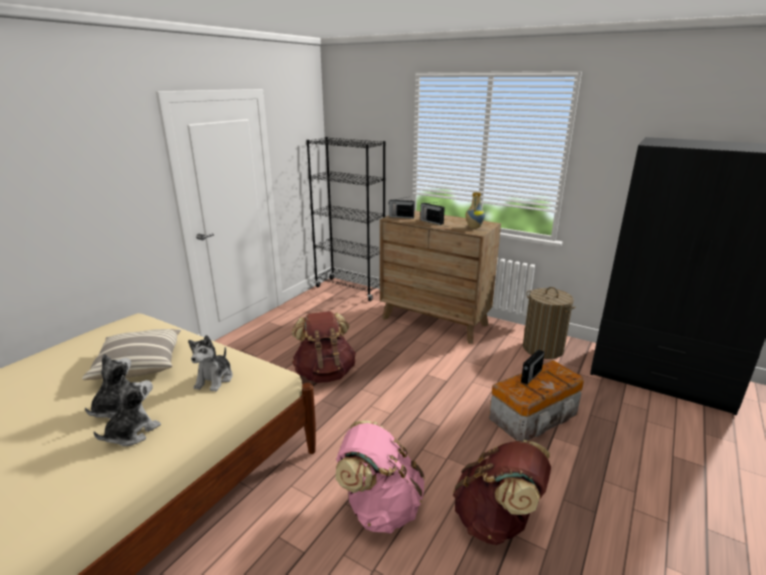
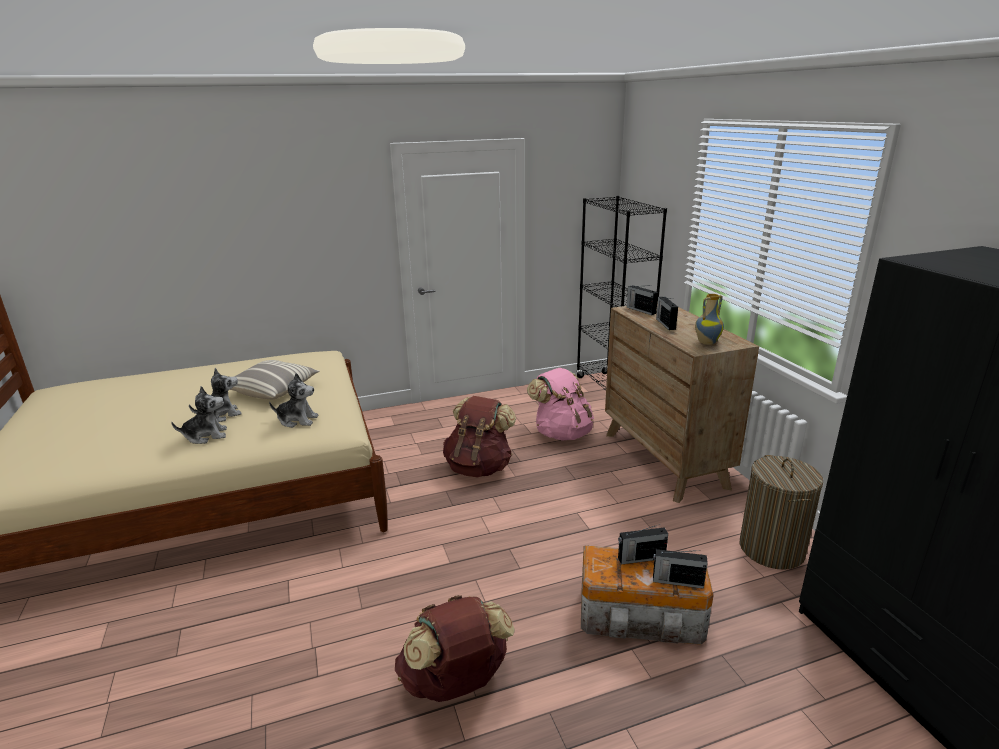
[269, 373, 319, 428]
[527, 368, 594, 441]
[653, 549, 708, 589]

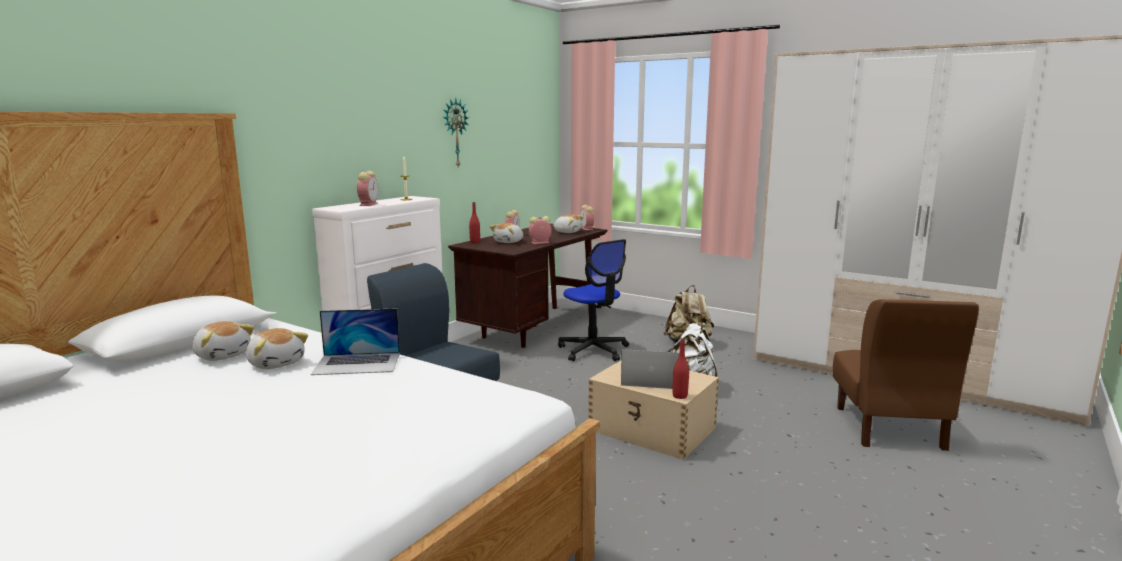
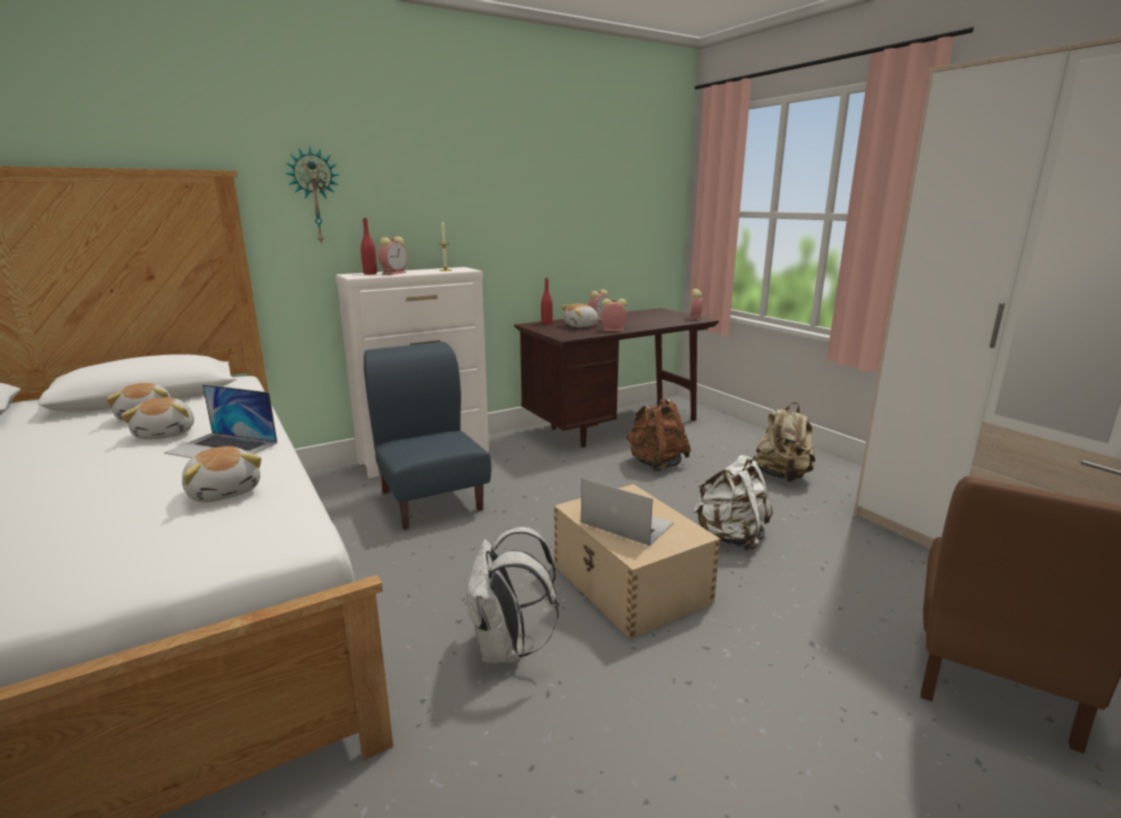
[182, 446, 261, 502]
[285, 146, 340, 244]
[361, 218, 377, 275]
[465, 527, 559, 664]
[626, 398, 691, 471]

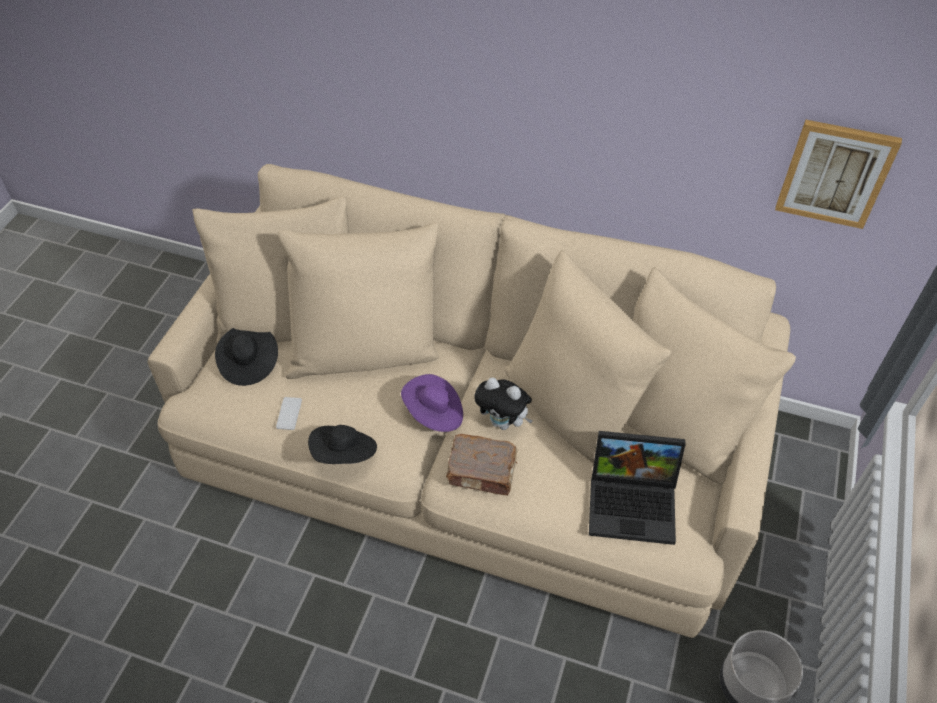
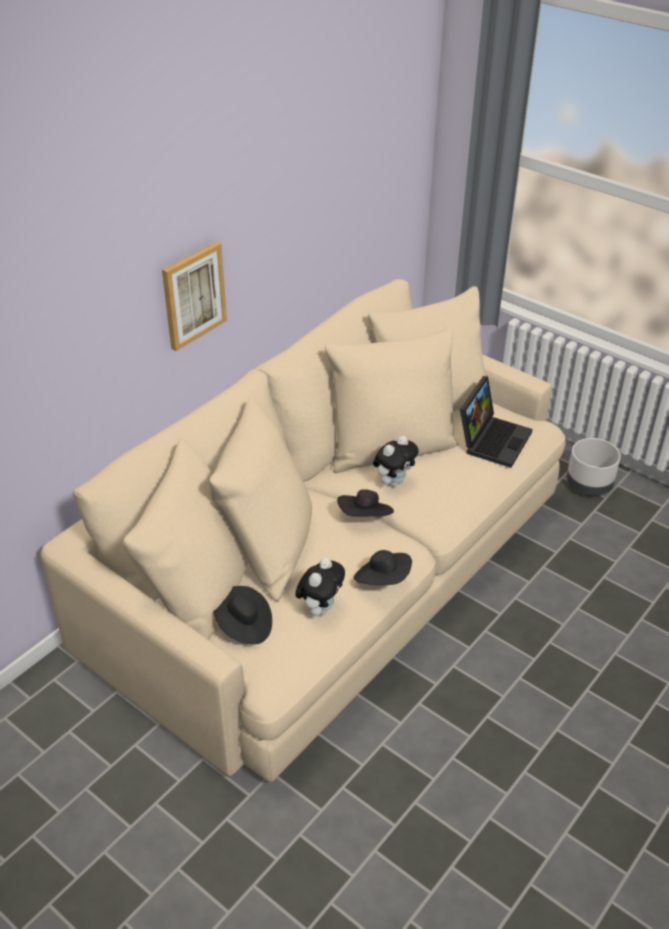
[162, 241, 227, 351]
[295, 557, 345, 616]
[337, 490, 394, 517]
[446, 434, 518, 496] (first image)

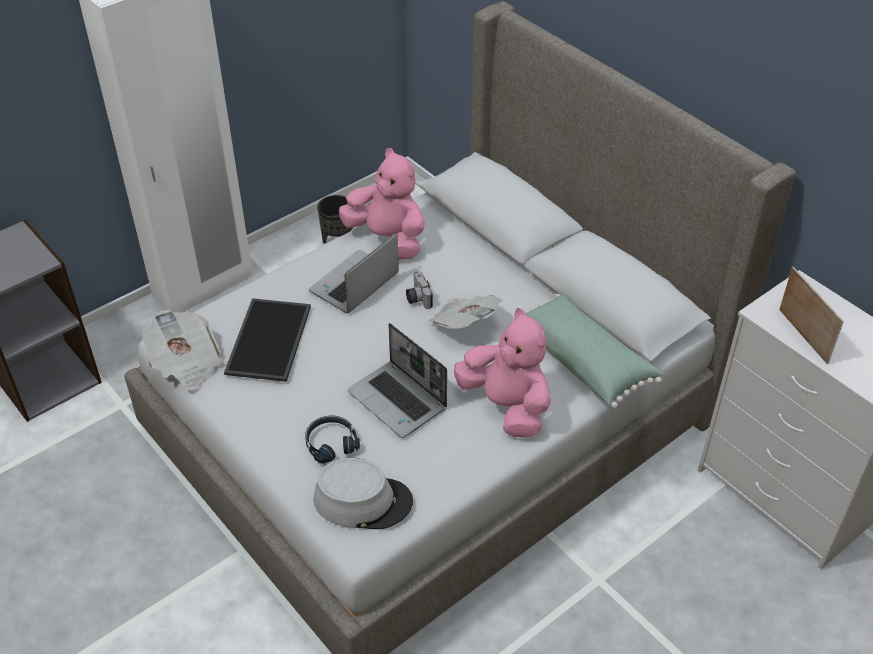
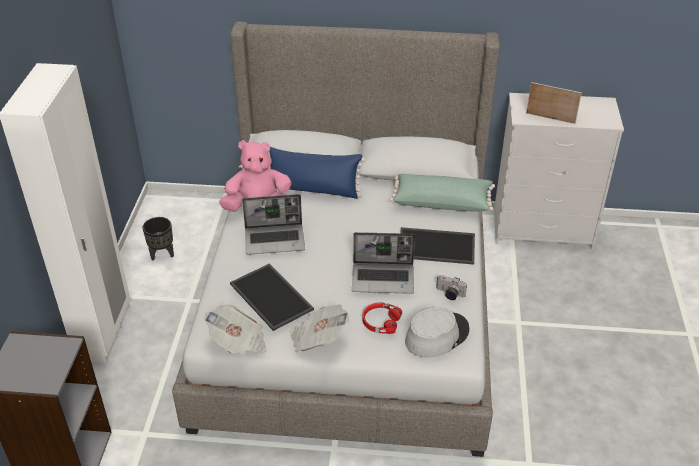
[242, 194, 305, 255]
[269, 147, 365, 199]
[289, 304, 349, 353]
[363, 303, 402, 334]
[400, 227, 475, 265]
[436, 275, 467, 300]

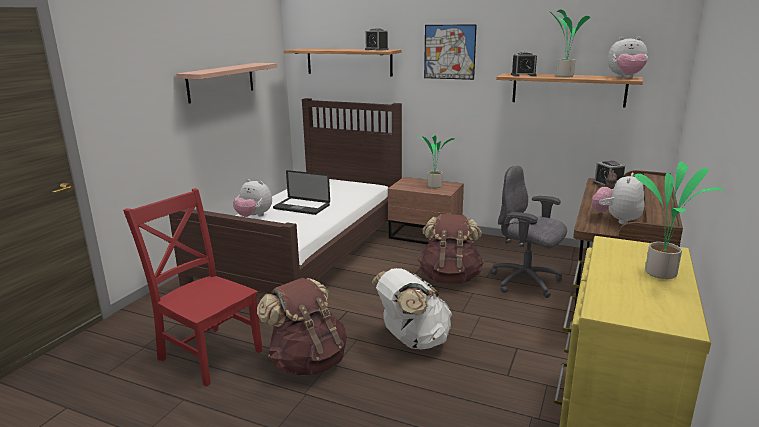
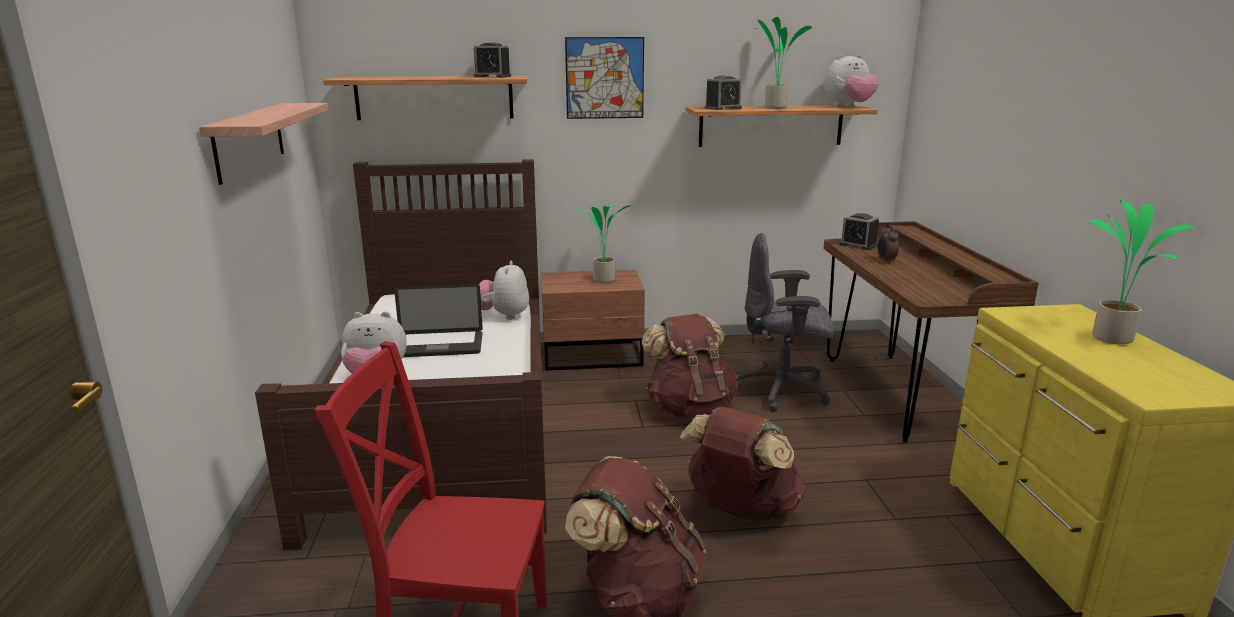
[479, 261, 529, 320]
[680, 407, 805, 522]

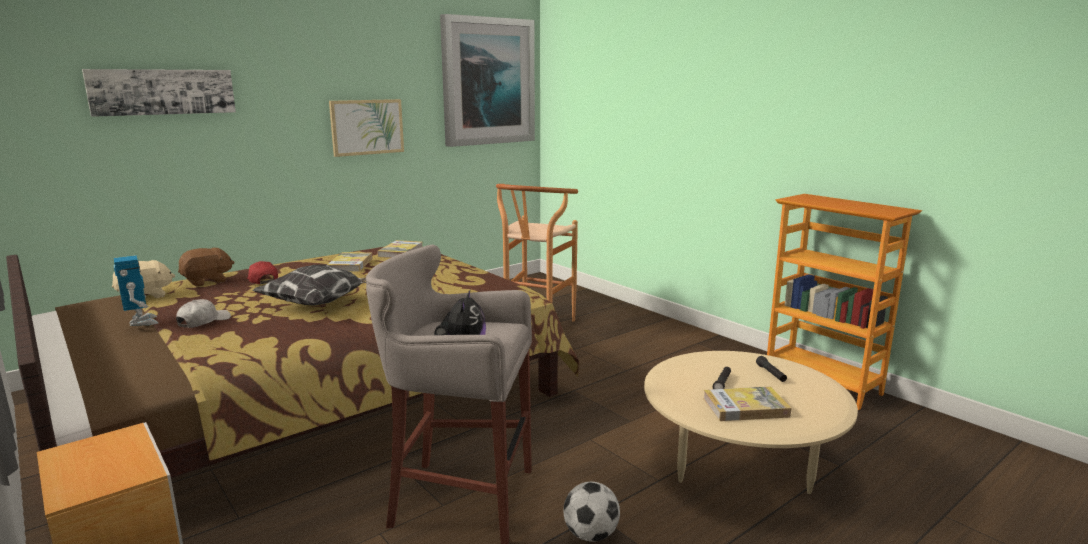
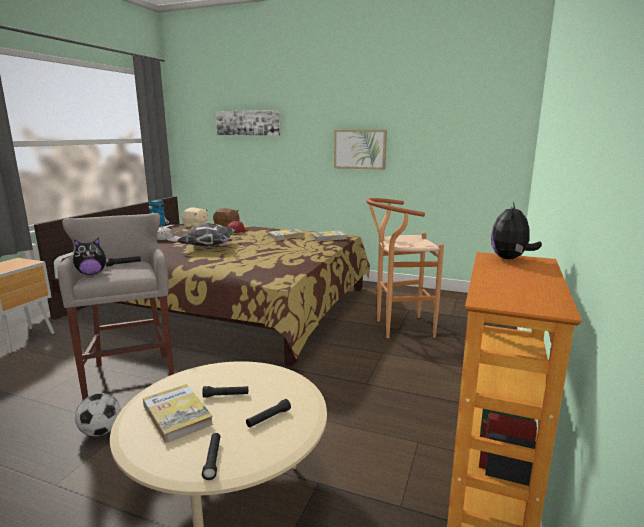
[202, 433, 221, 480]
[491, 202, 542, 259]
[440, 14, 535, 147] (first image)

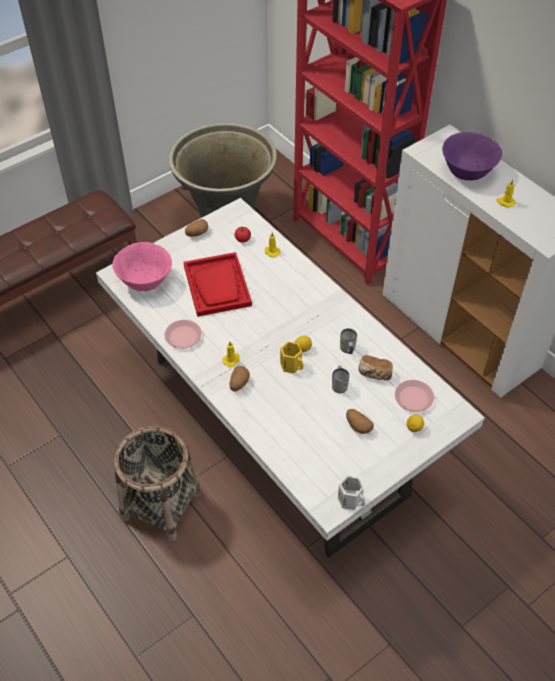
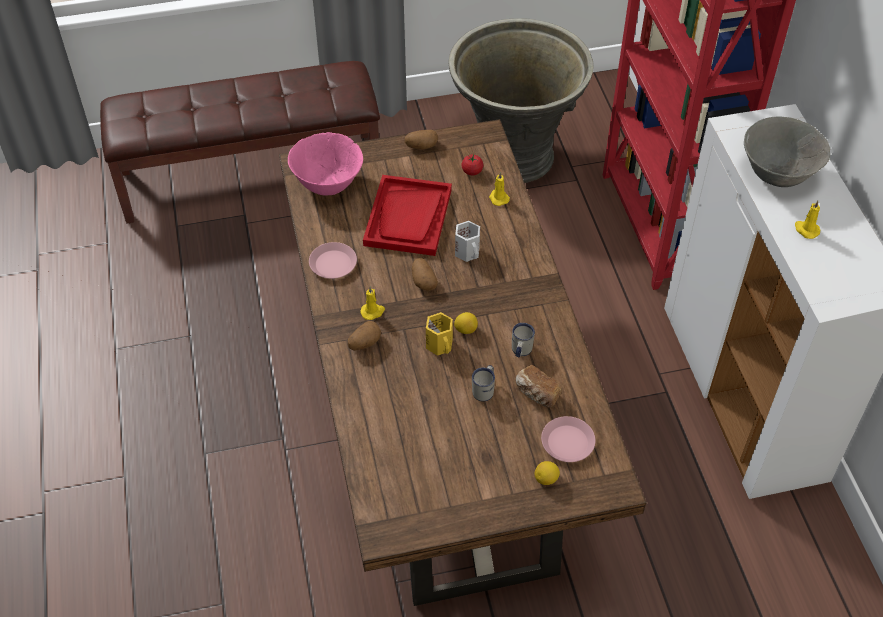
[279, 119, 647, 606]
[412, 258, 438, 291]
[455, 221, 480, 262]
[744, 116, 830, 187]
[114, 426, 201, 541] (first image)

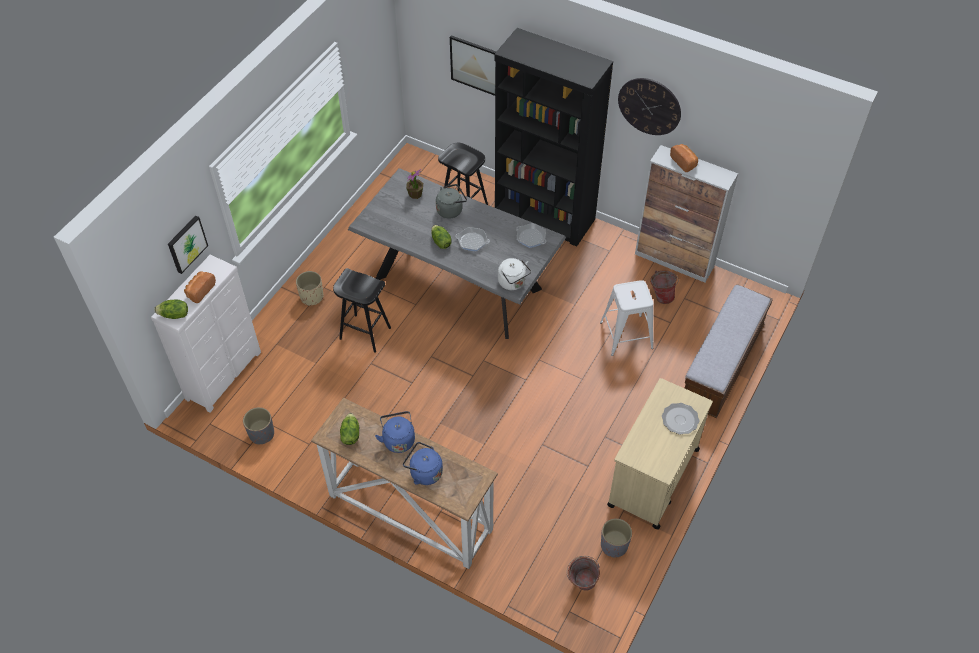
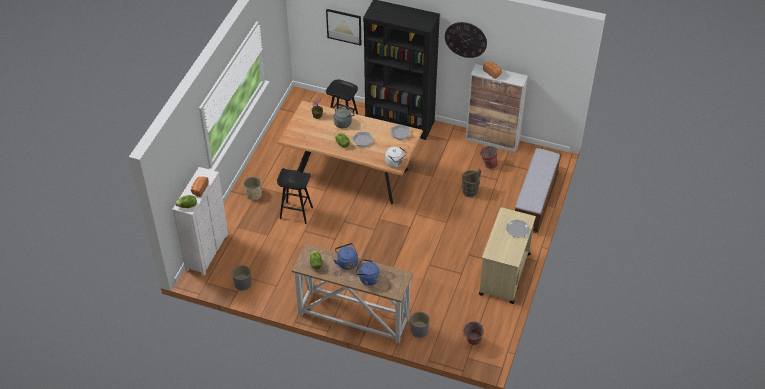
[278, 101, 423, 204]
[410, 311, 430, 338]
[462, 168, 481, 197]
[168, 216, 208, 274] (first image)

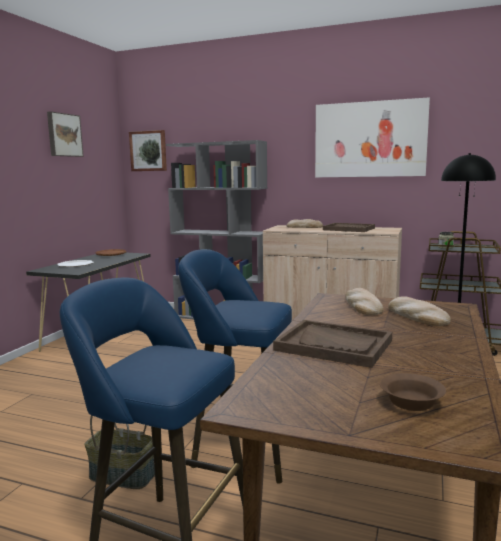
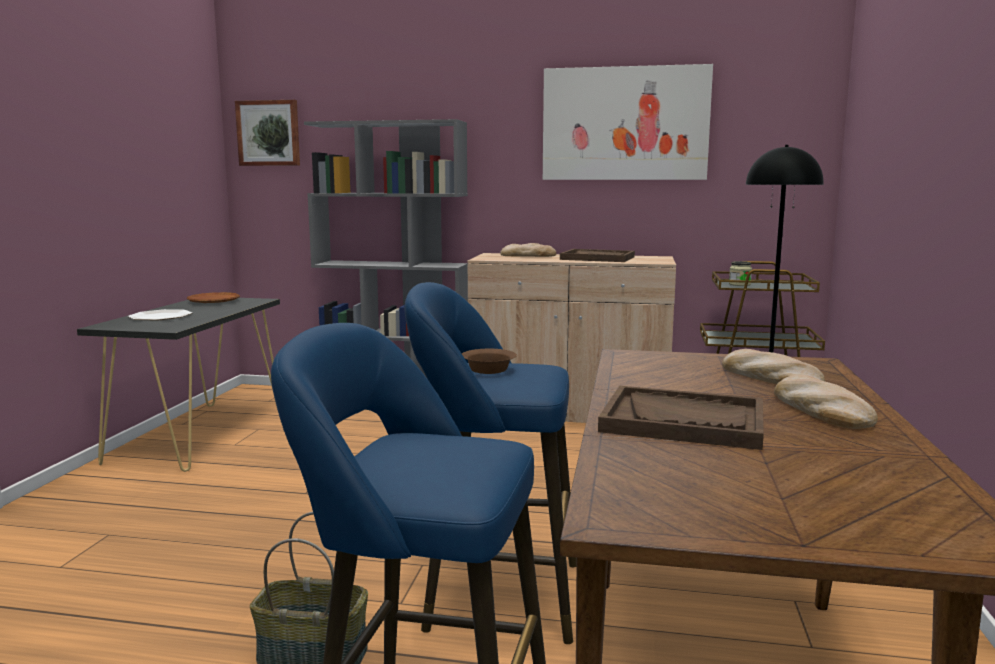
[462, 349, 517, 374]
[774, 375, 878, 429]
[47, 111, 84, 157] (first image)

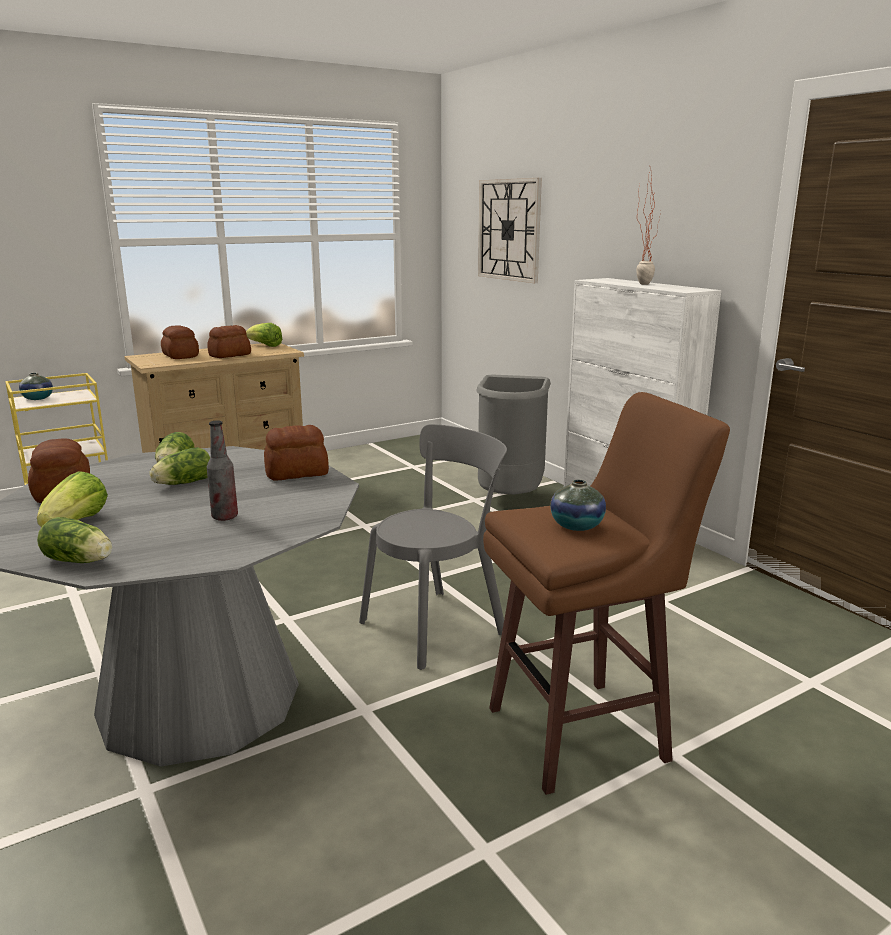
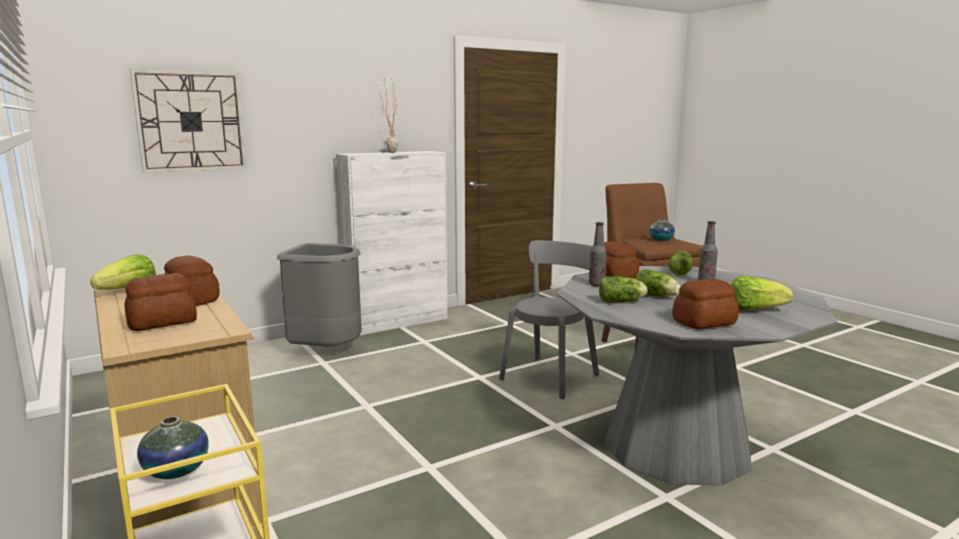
[499, 240, 599, 399]
[589, 222, 607, 286]
[668, 251, 693, 275]

